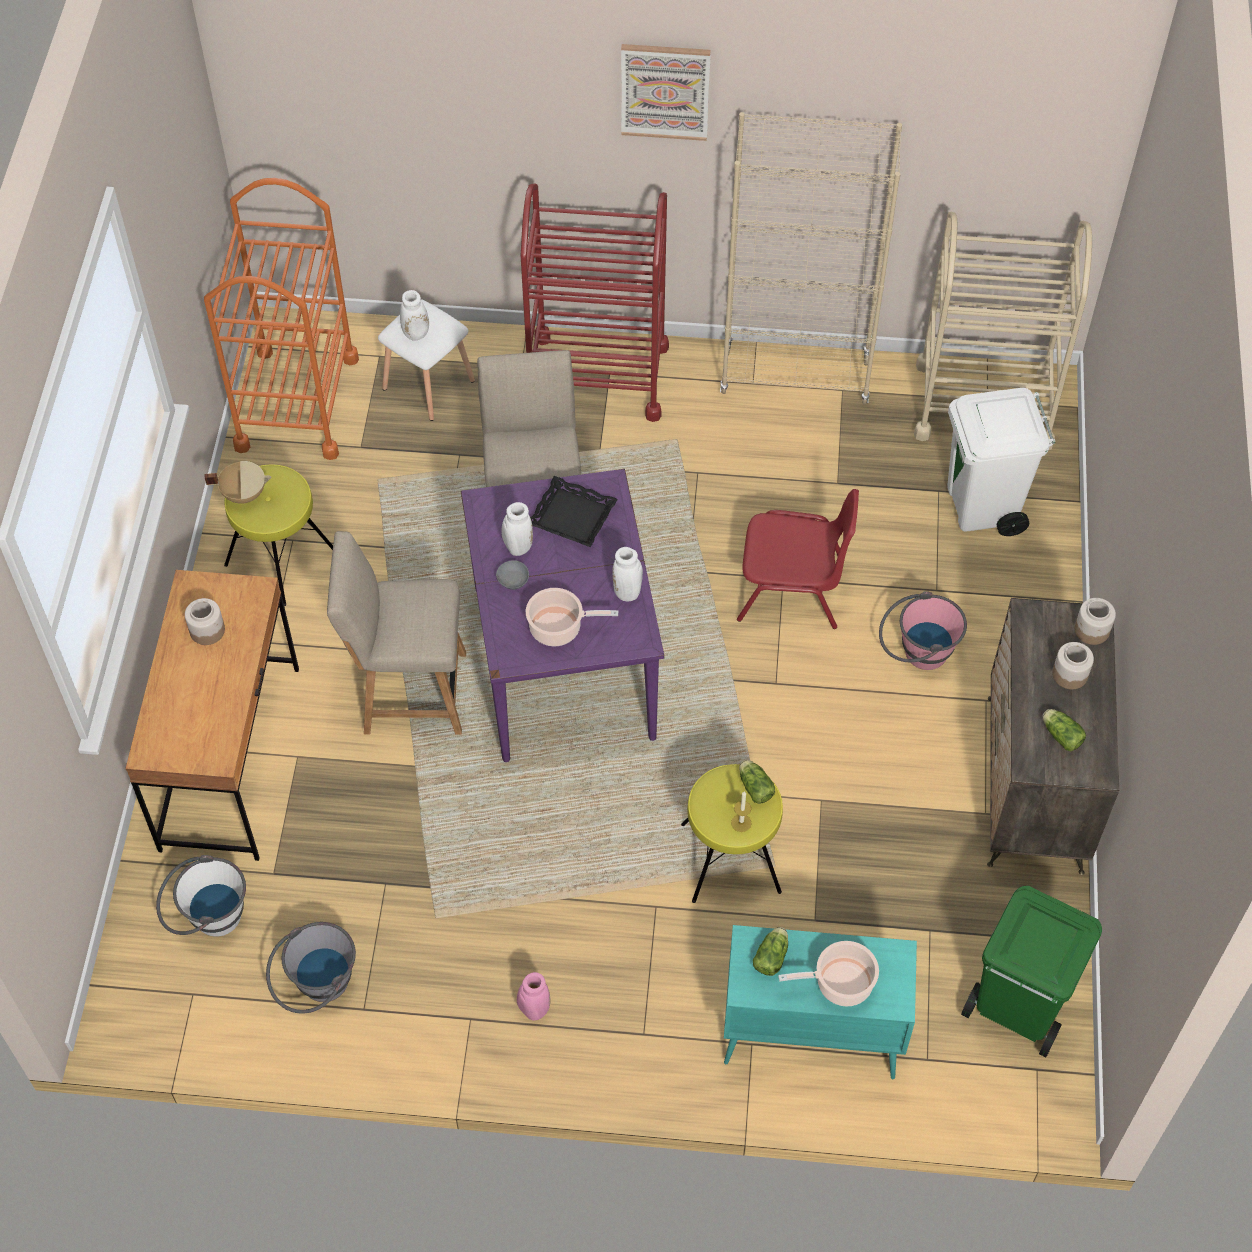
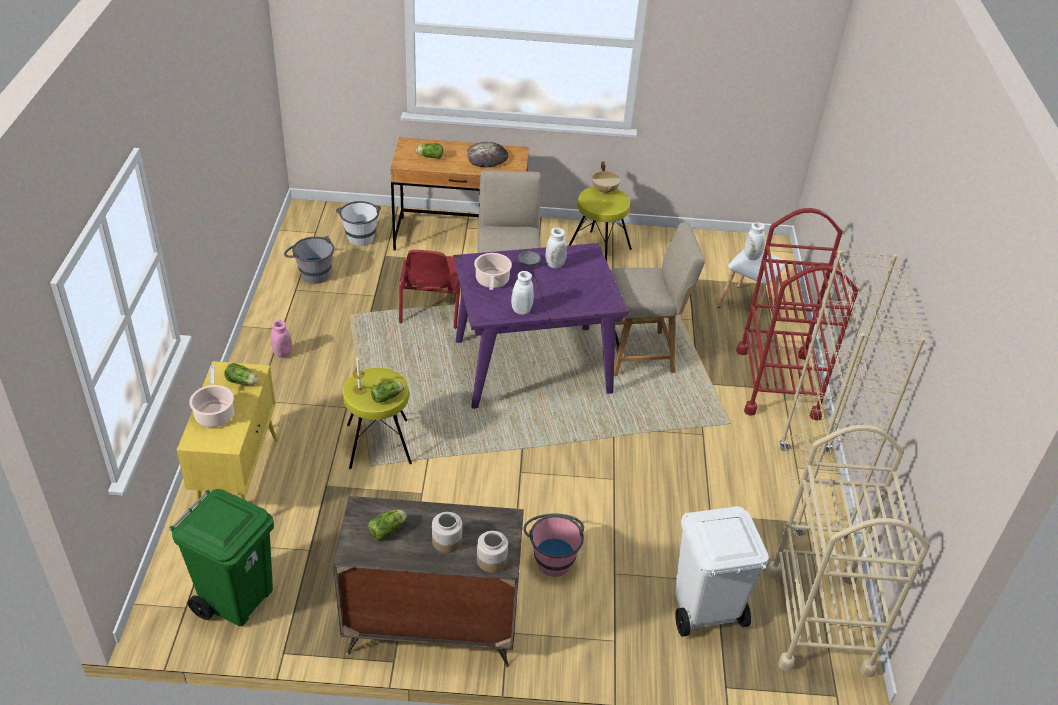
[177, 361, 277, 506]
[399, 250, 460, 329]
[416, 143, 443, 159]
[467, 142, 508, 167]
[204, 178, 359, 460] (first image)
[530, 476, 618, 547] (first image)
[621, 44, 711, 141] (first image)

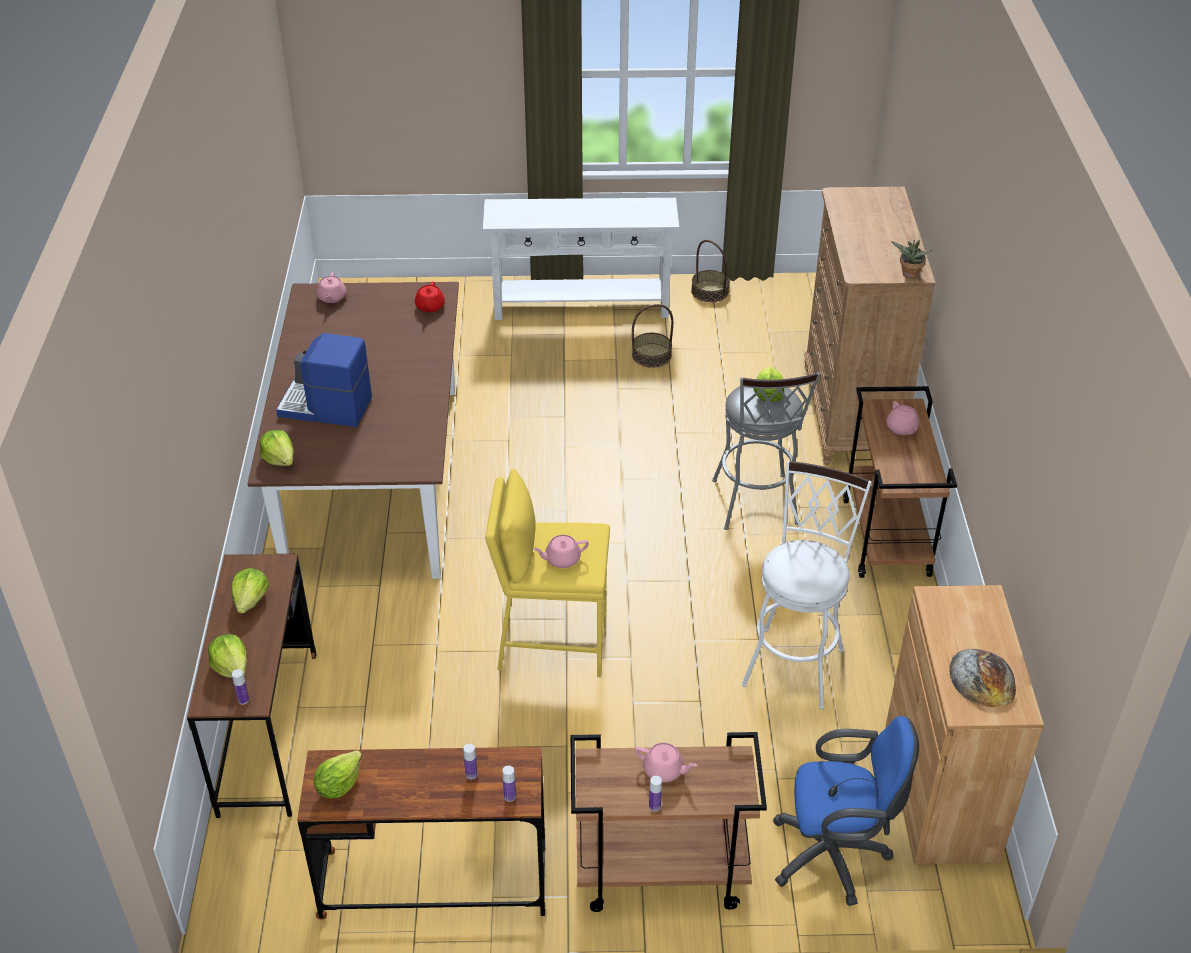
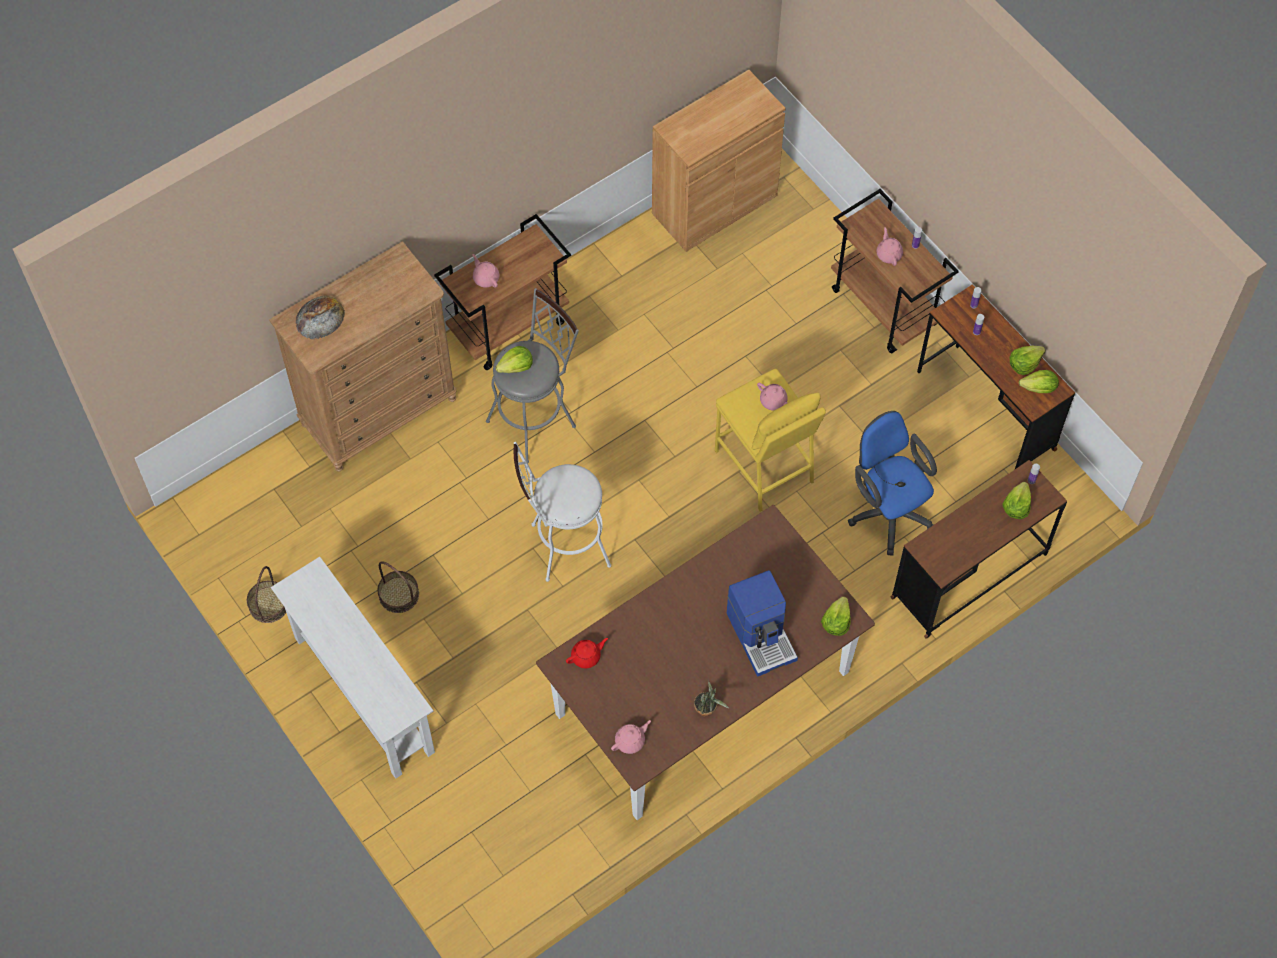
[296, 295, 345, 339]
[472, 254, 500, 288]
[513, 442, 611, 582]
[694, 680, 729, 716]
[848, 411, 937, 555]
[1010, 346, 1046, 375]

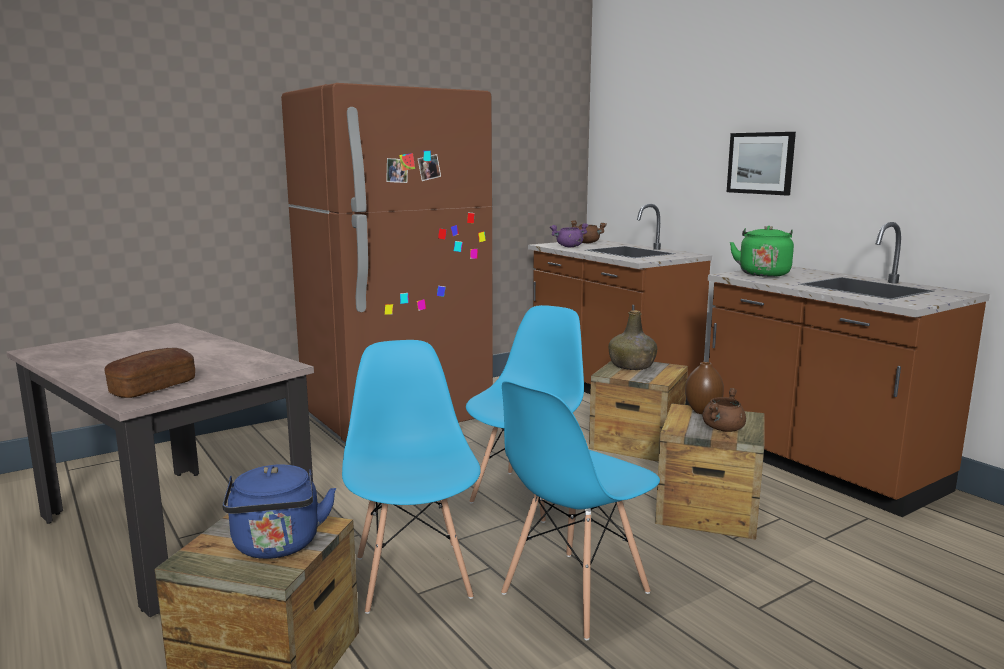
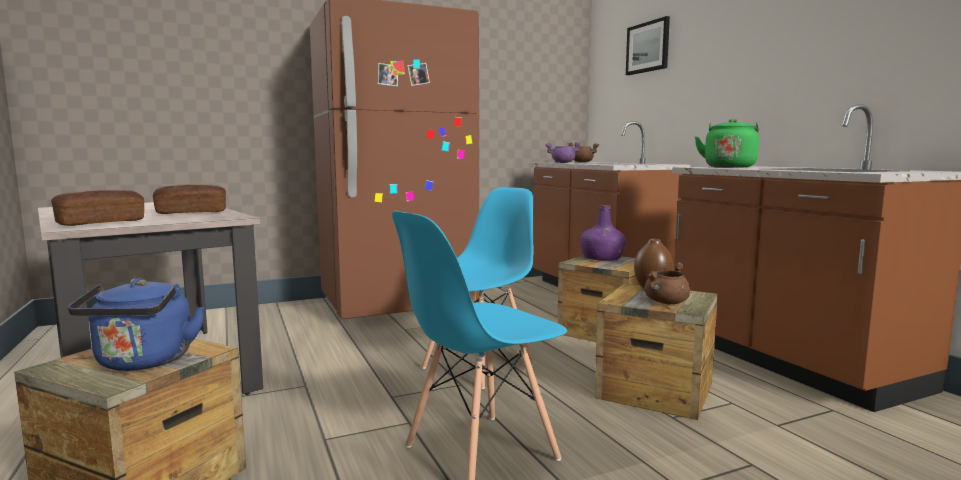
[153, 184, 226, 214]
[580, 205, 626, 261]
[626, 16, 670, 75]
[342, 340, 480, 614] (first image)

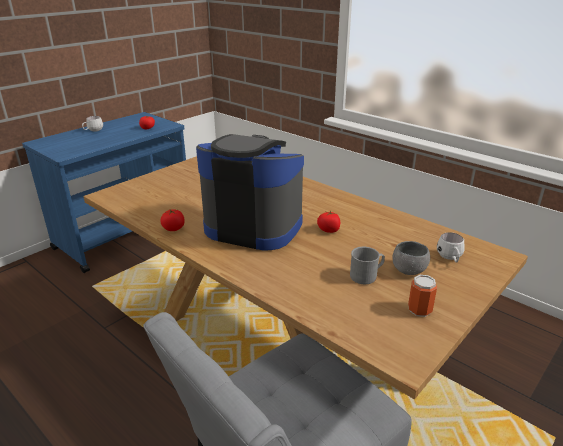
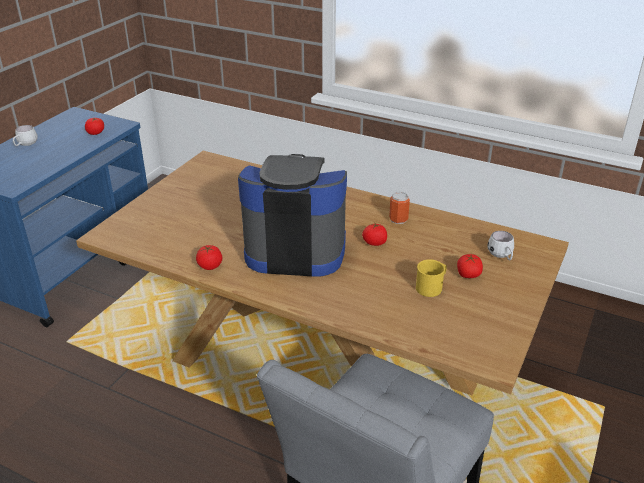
[389, 191, 410, 224]
[416, 259, 447, 297]
[457, 254, 483, 278]

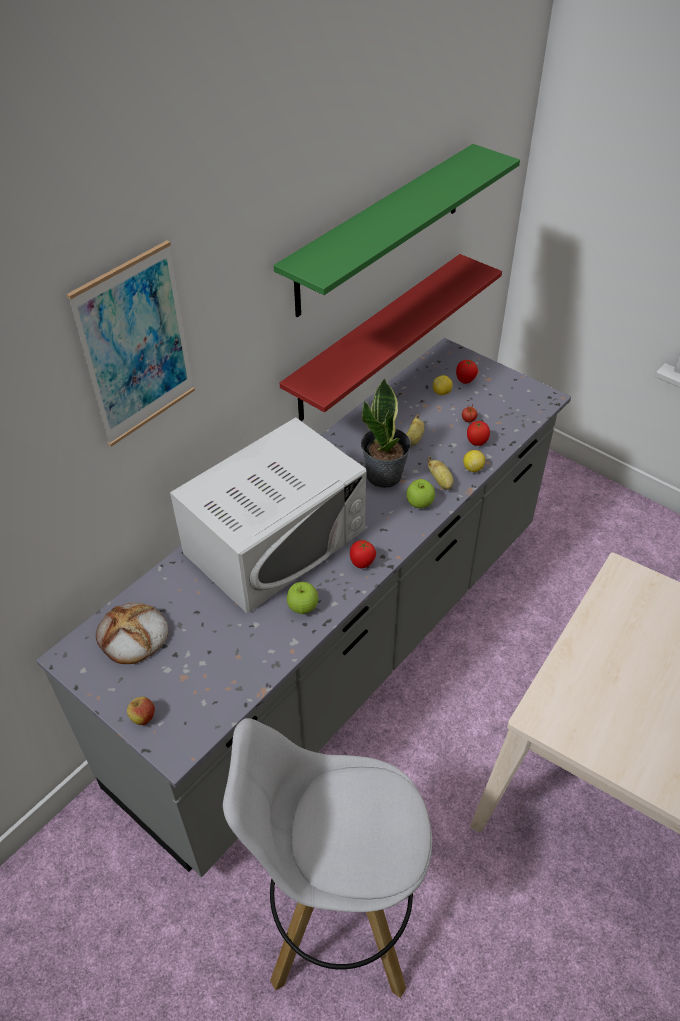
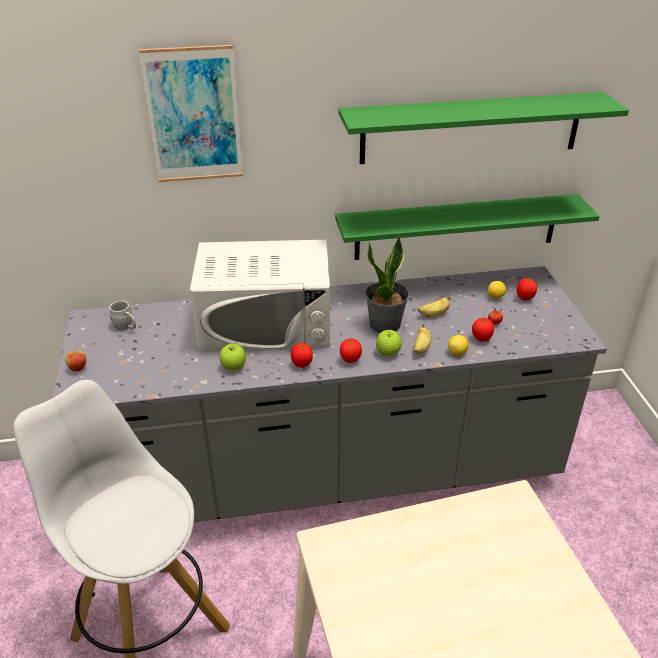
[109, 301, 136, 330]
[335, 194, 600, 260]
[340, 338, 362, 363]

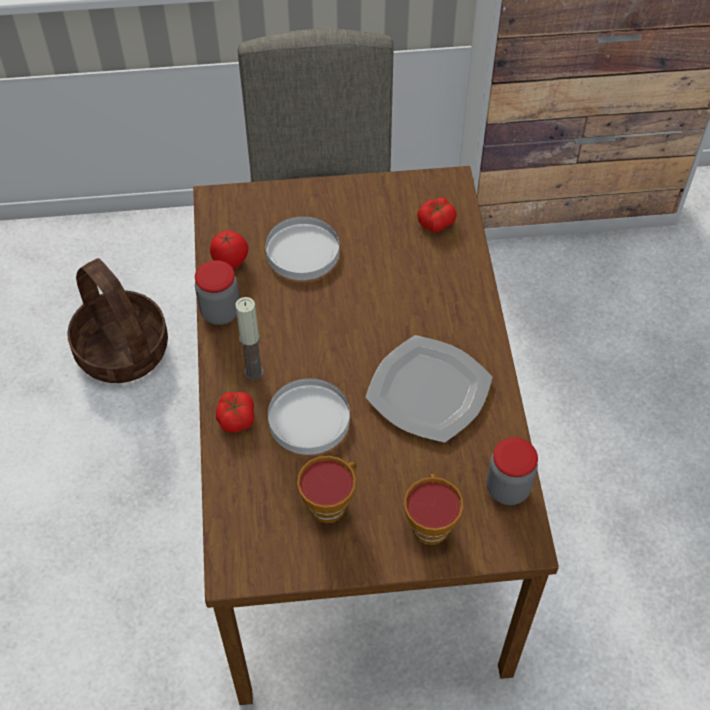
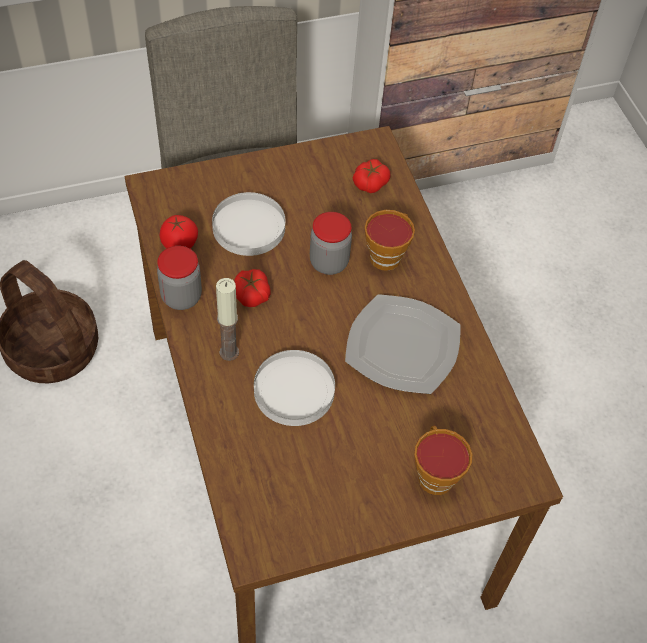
[234, 269, 271, 307]
[310, 212, 352, 275]
[365, 210, 415, 271]

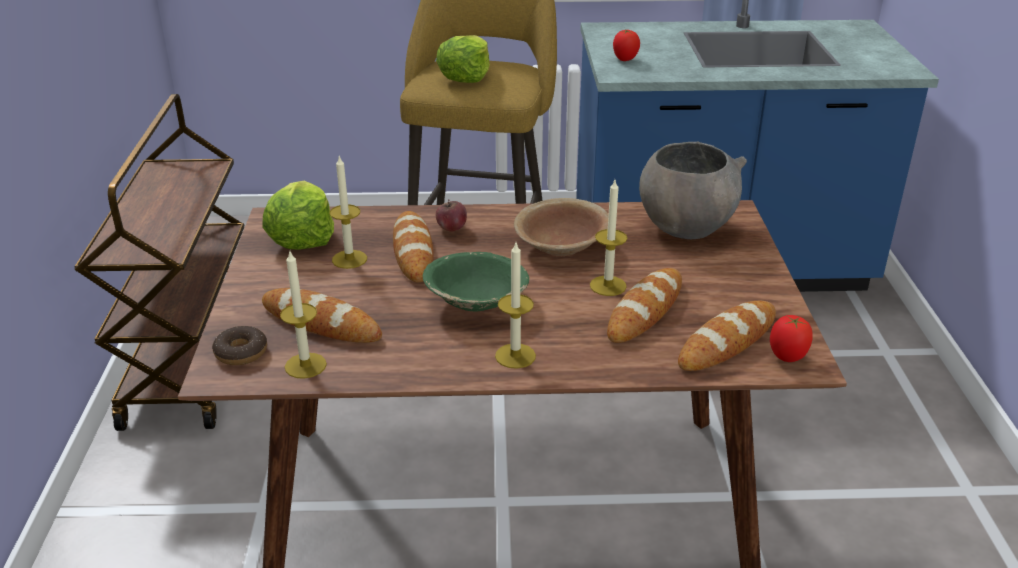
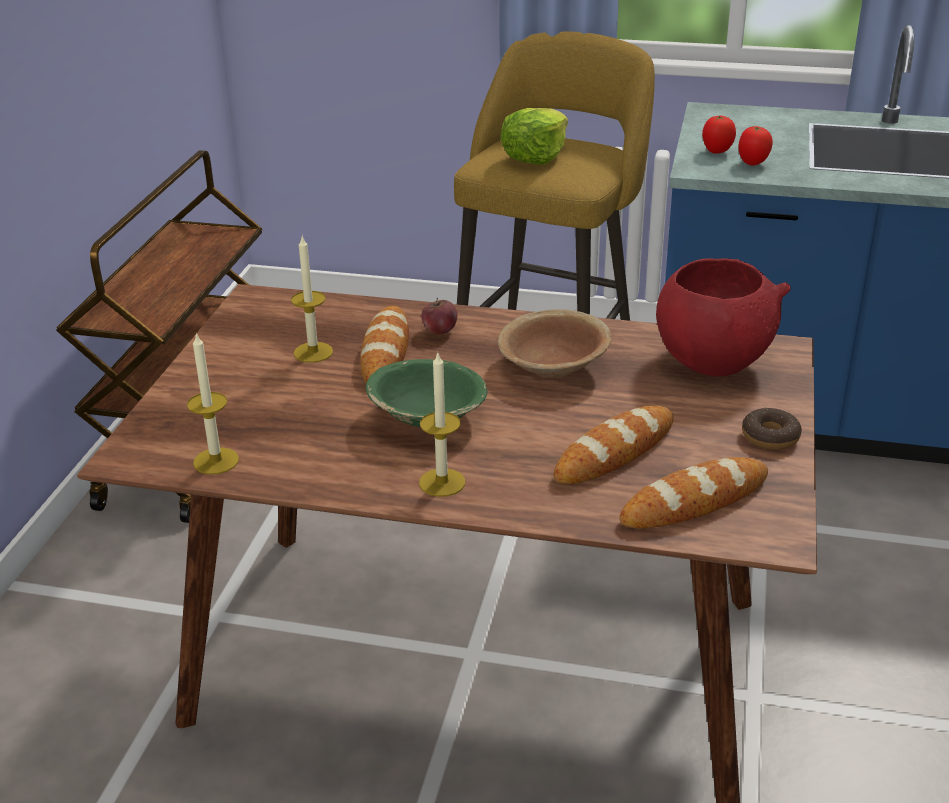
[656, 258, 791, 376]
[739, 126, 773, 165]
[742, 407, 802, 450]
[262, 181, 334, 250] (first image)
[262, 288, 382, 343] (first image)
[590, 180, 627, 296] (first image)

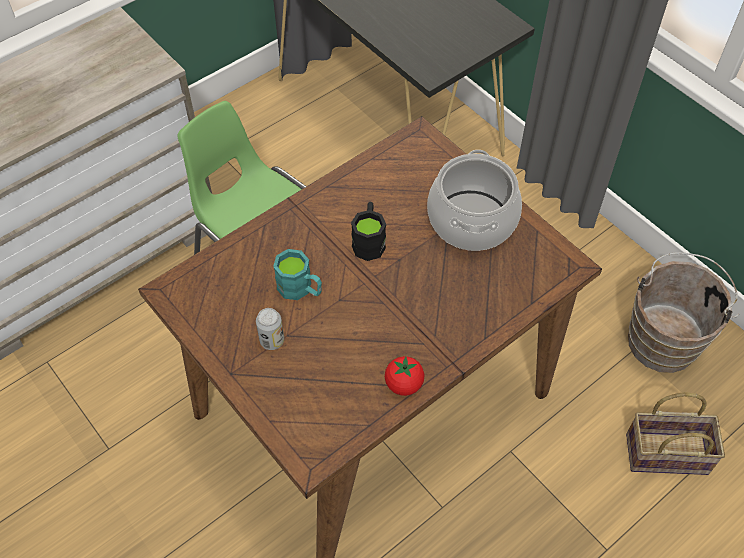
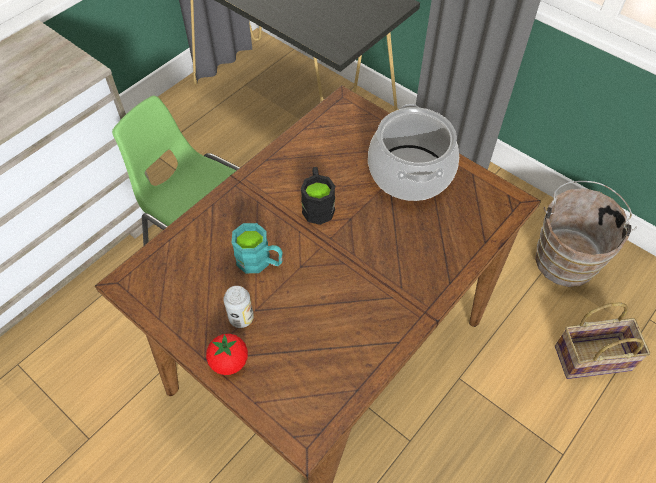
[206, 334, 248, 375]

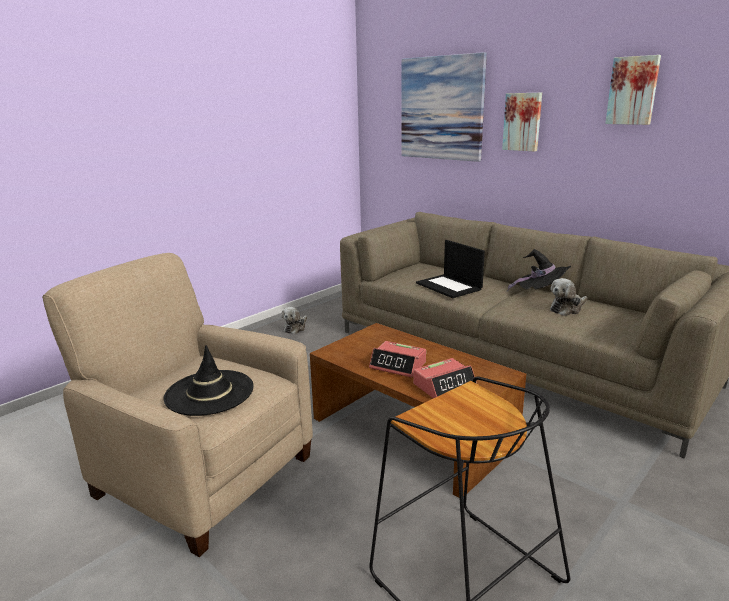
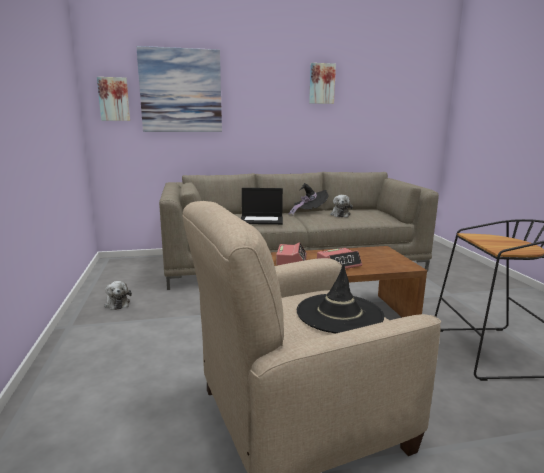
[97, 77, 130, 121]
[276, 242, 307, 265]

